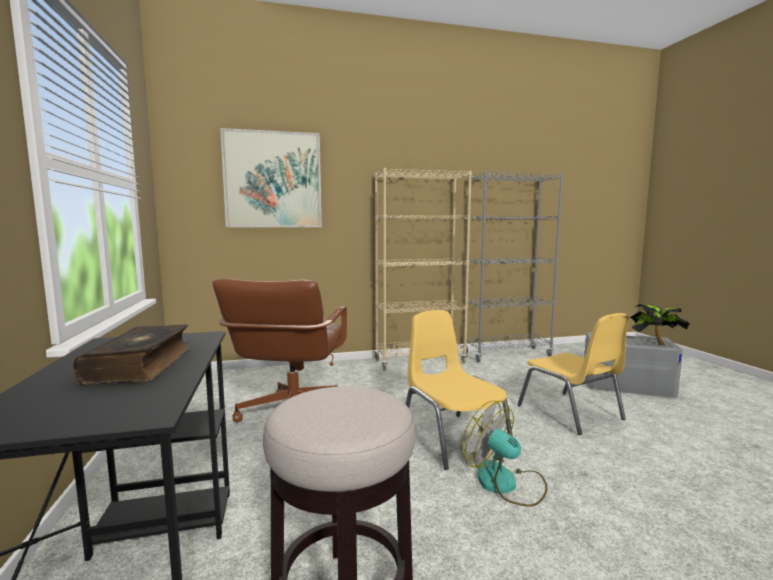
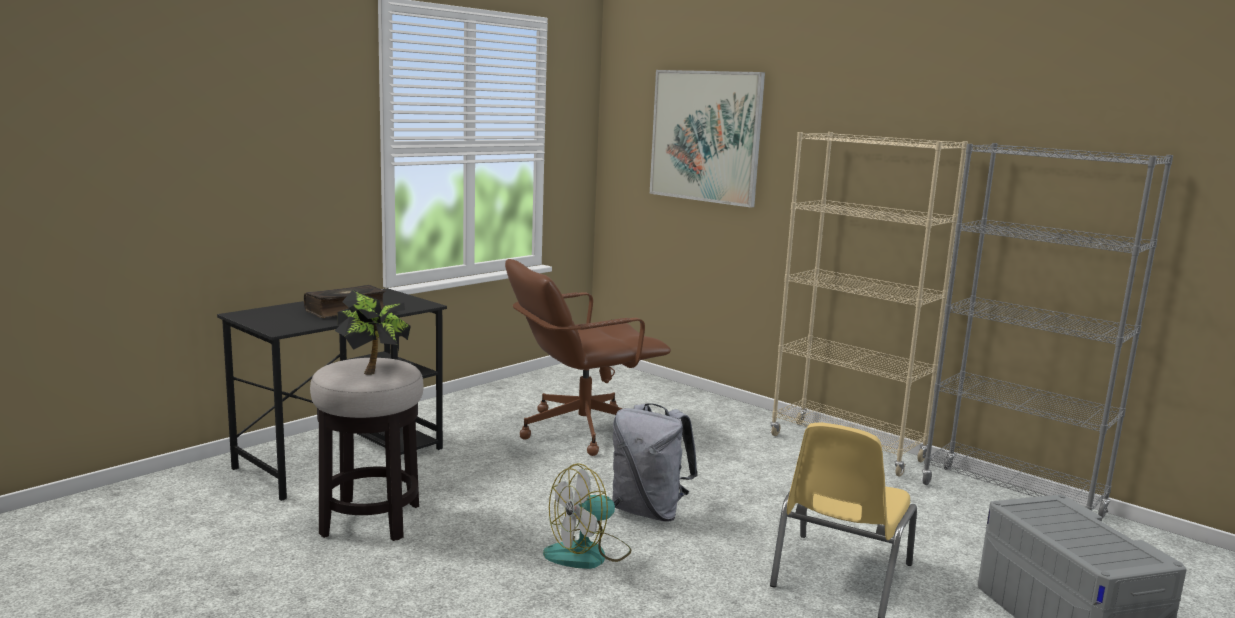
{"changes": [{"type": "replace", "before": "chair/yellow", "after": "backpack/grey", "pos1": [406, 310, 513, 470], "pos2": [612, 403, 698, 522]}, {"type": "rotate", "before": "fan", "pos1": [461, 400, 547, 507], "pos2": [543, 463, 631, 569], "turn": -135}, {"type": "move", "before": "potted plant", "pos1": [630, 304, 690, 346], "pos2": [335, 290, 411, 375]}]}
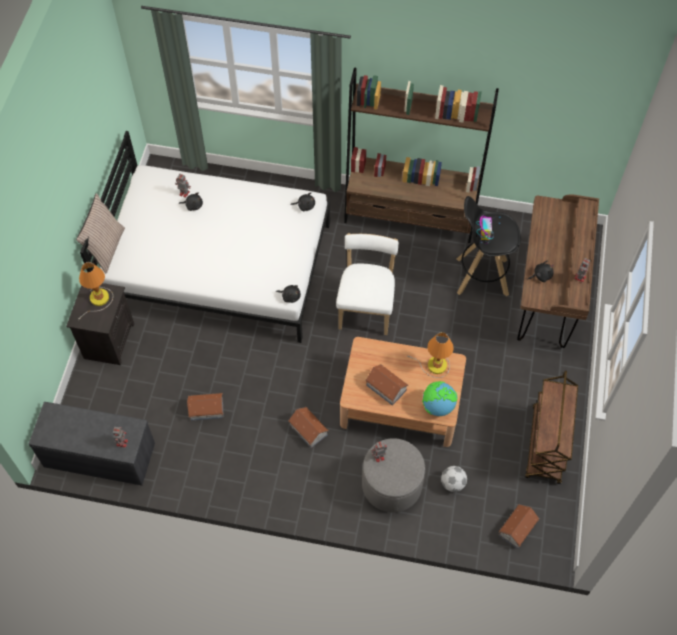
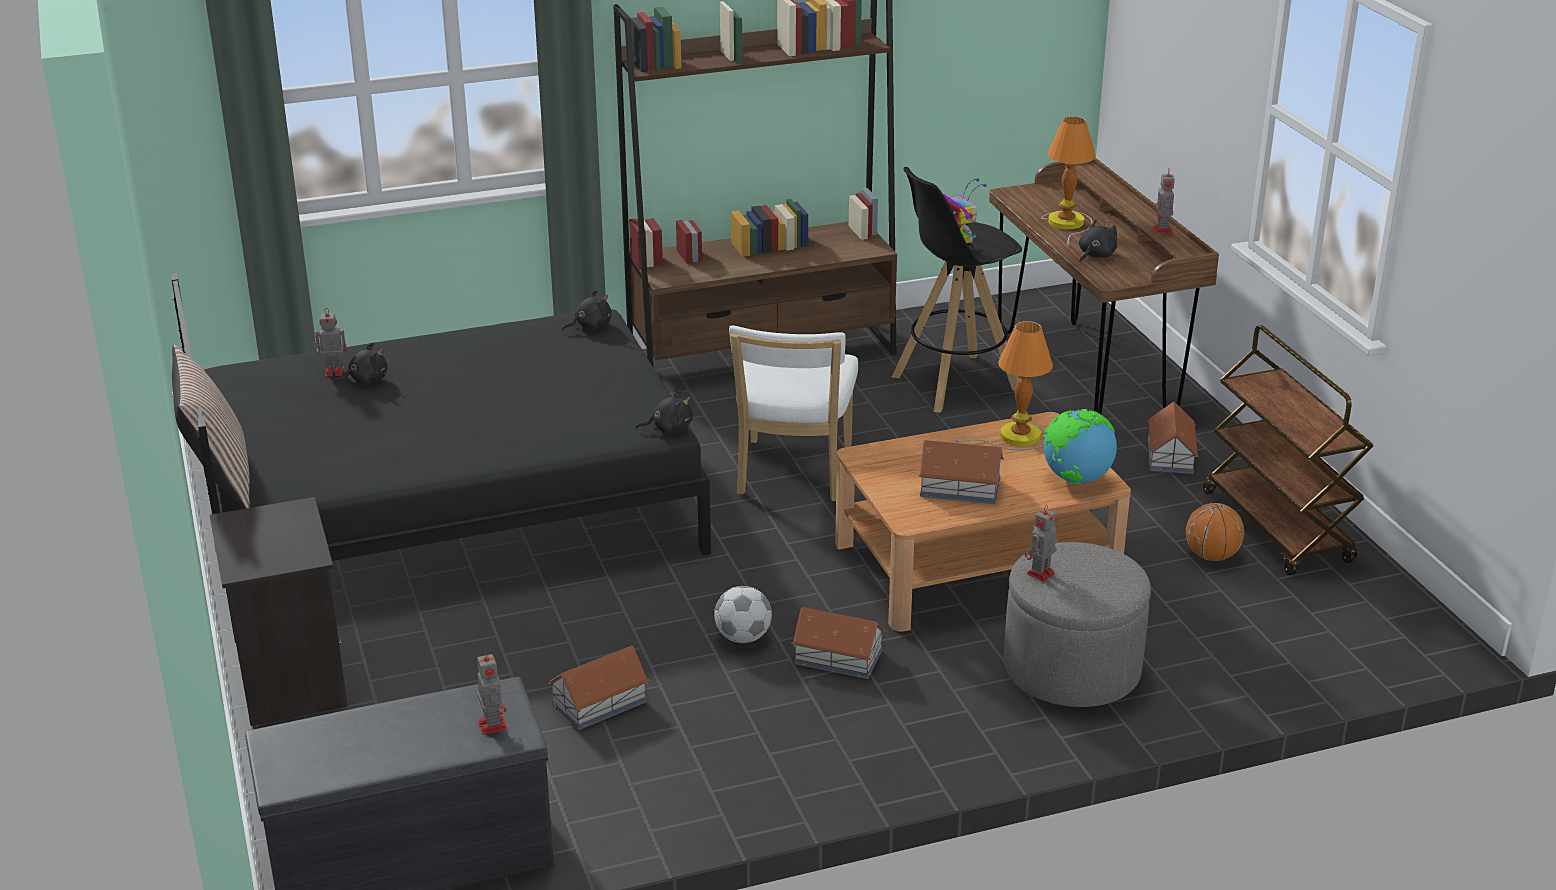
{"changes": [{"type": "move", "before": "table lamp", "pos1": [78, 262, 113, 320], "pos2": [1041, 116, 1096, 246]}, {"type": "recolor", "before": "bed/white", "after": "bed/black", "pos1": [80, 131, 330, 343], "pos2": [171, 273, 711, 643]}, {"type": "rotate", "before": "chair/white", "pos1": [336, 233, 399, 335], "pos2": [729, 325, 858, 501], "turn": -150}, {"type": "move", "before": "football", "pos1": [441, 466, 467, 492], "pos2": [714, 586, 772, 643]}, {"type": "move", "before": "toy house", "pos1": [498, 504, 539, 549], "pos2": [1147, 402, 1199, 474]}, {"type": "insert", "after": "basketball", "pos2": [1186, 503, 1244, 561]}]}
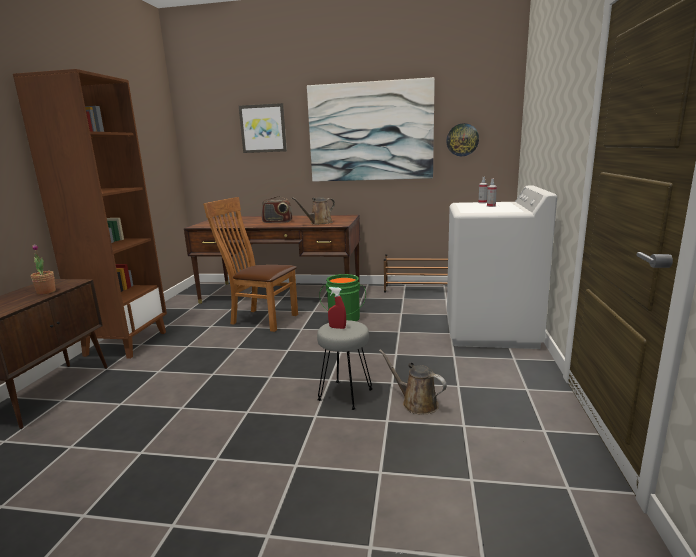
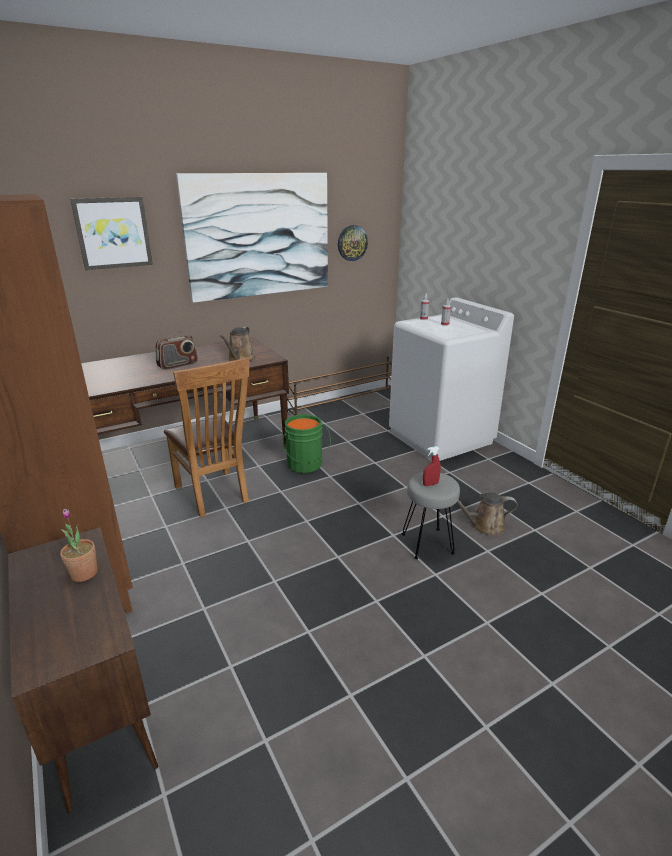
{"changes": [{"type": "rotate", "before": "chair/brown", "pos1": [203, 197, 298, 332], "pos2": [164, 357, 250, 517], "turn": -105}]}
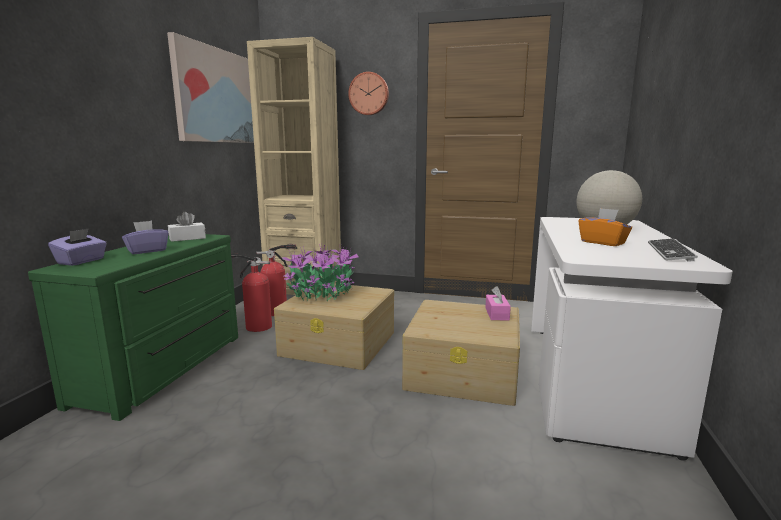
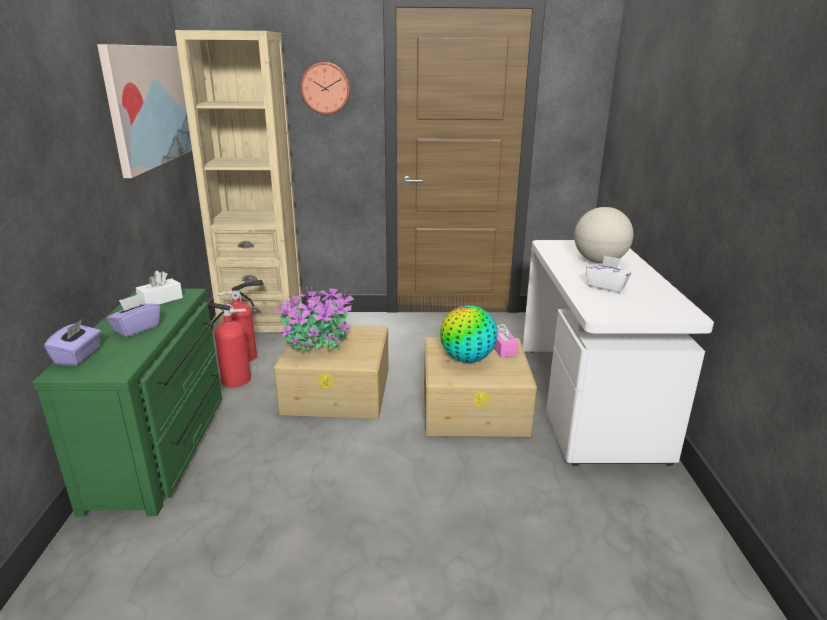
{"changes": [{"type": "recolor", "before": "tissue box/orange", "after": "tissue box/white", "pos1": [578, 208, 632, 246], "pos2": [586, 255, 631, 293]}, {"type": "delete", "before": "keyboard", "pos1": [648, 238, 698, 262]}, {"type": "insert", "after": "globe", "pos2": [440, 305, 498, 363]}]}
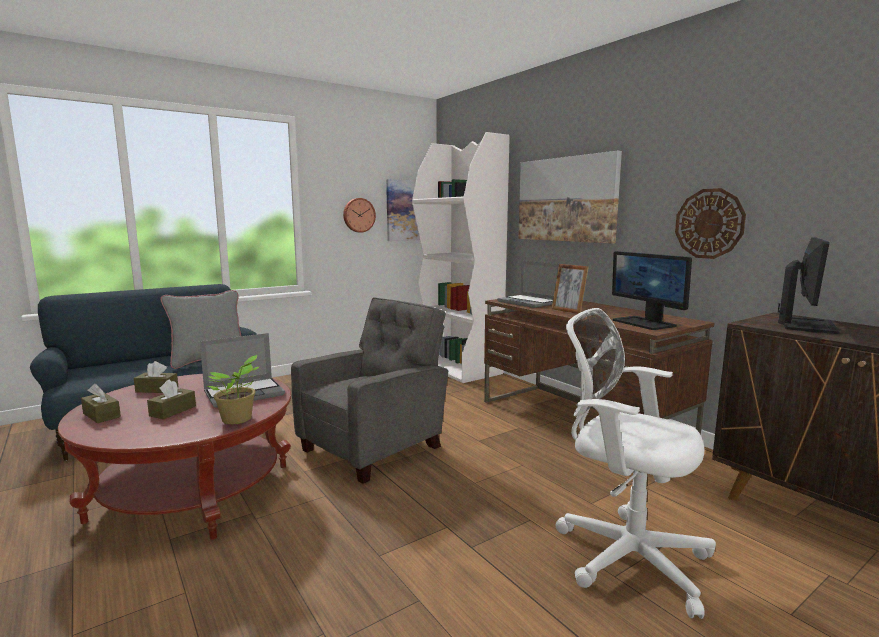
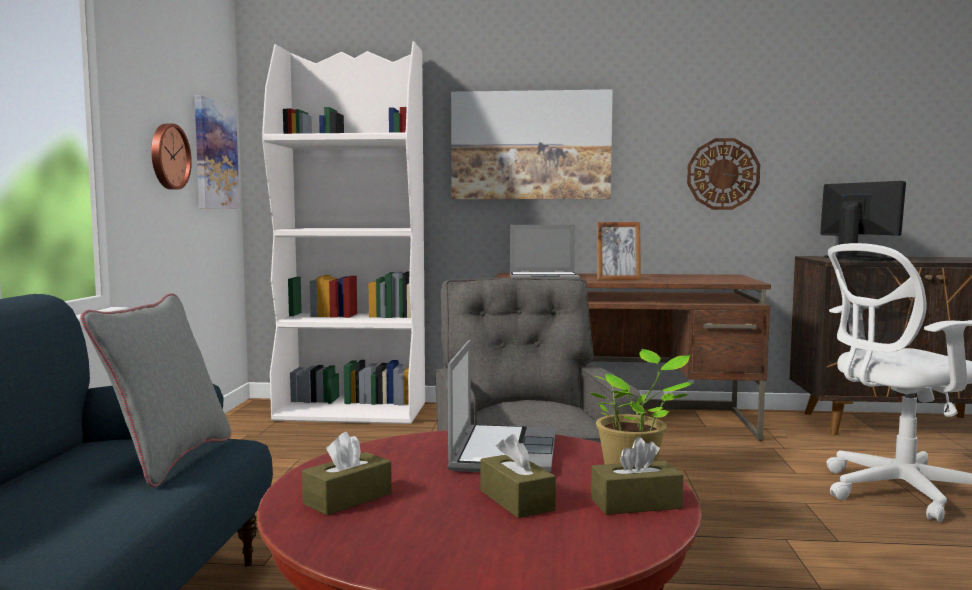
{"changes": [{"type": "move", "before": "tissue box/brown", "pos1": [81, 384, 121, 423], "pos2": [591, 437, 683, 515]}, {"type": "delete", "before": "monitor", "pos1": [612, 251, 692, 330]}]}
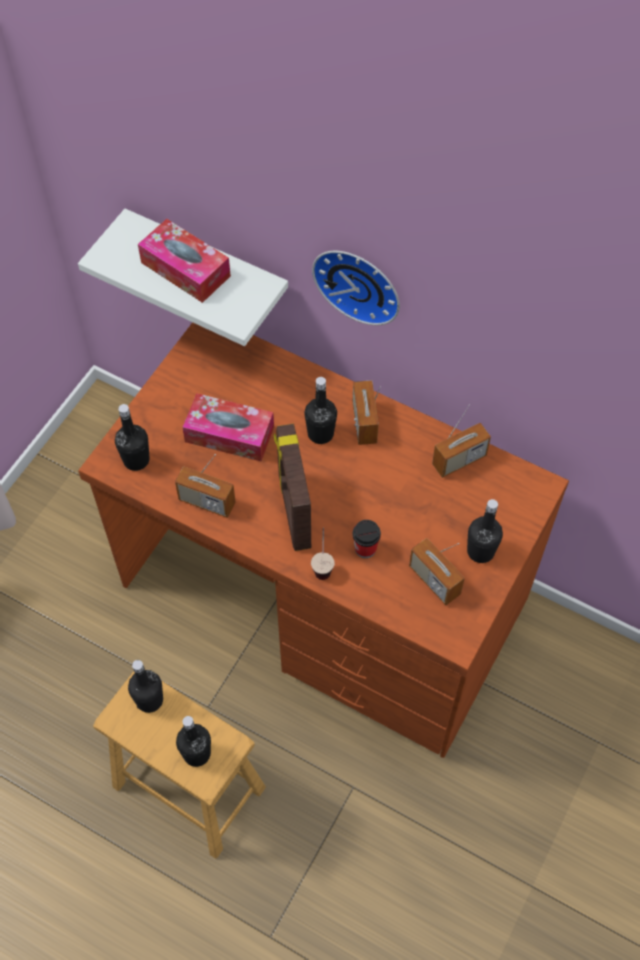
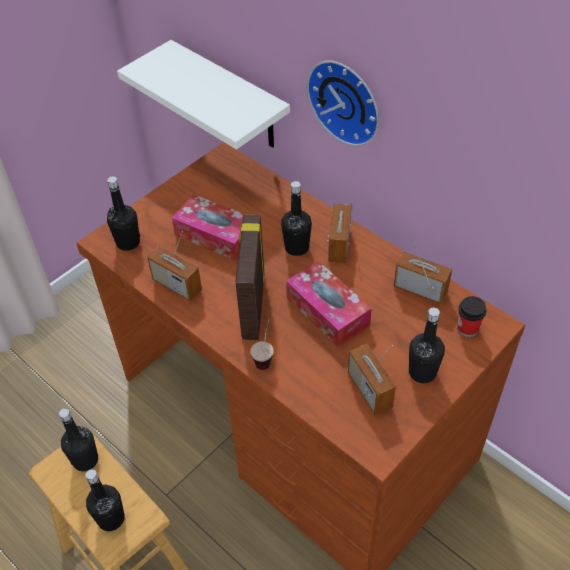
{"changes": [{"type": "move", "before": "tissue box", "pos1": [138, 219, 231, 303], "pos2": [286, 261, 372, 347]}, {"type": "move", "before": "cup", "pos1": [352, 520, 381, 558], "pos2": [457, 296, 487, 337]}, {"type": "rotate", "before": "radio", "pos1": [432, 405, 491, 478], "pos2": [393, 243, 452, 304], "turn": -135}]}
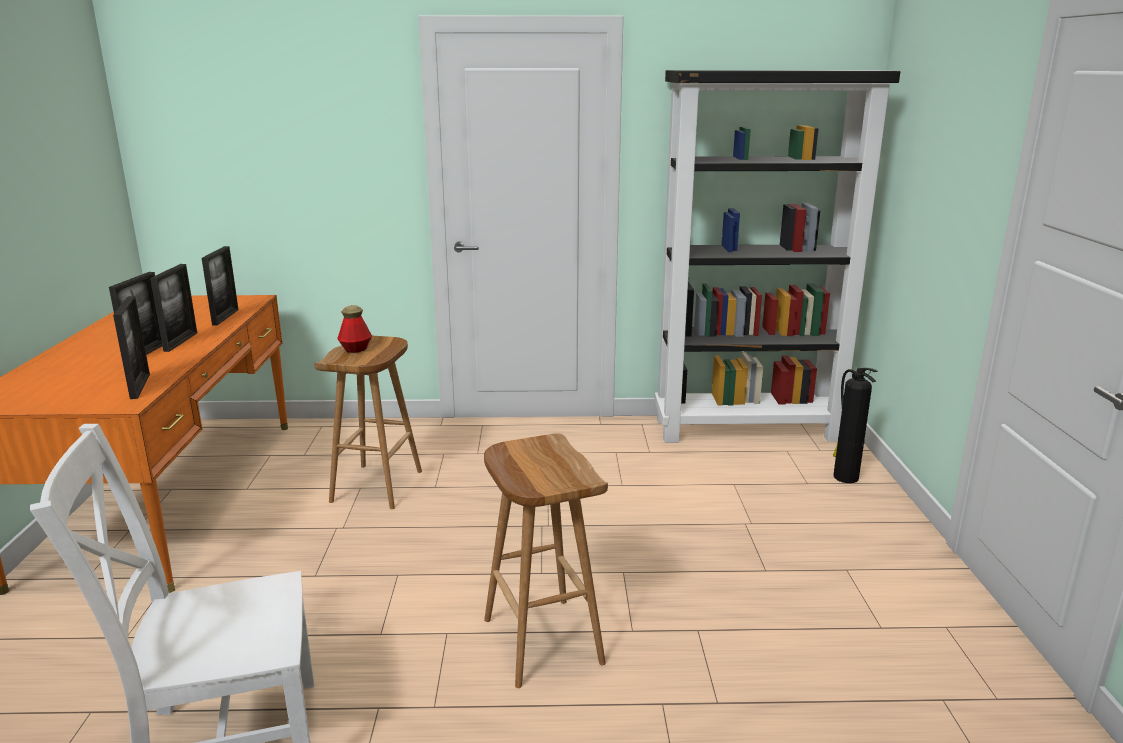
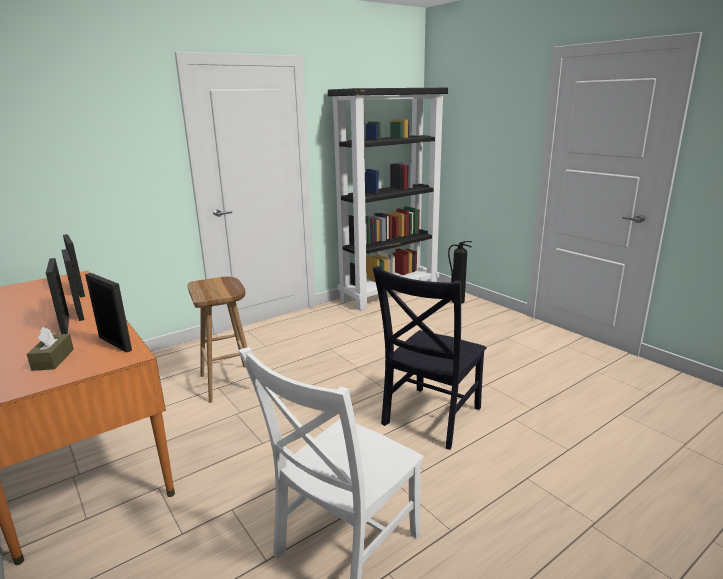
{"changes": [{"type": "delete", "before": "bottle", "pos1": [337, 305, 372, 353]}, {"type": "replace", "before": "stool/brown", "after": "chair/black", "pos1": [484, 433, 608, 688], "pos2": [373, 266, 487, 450]}, {"type": "insert", "after": "tissue box/brown", "pos2": [27, 327, 74, 371]}]}
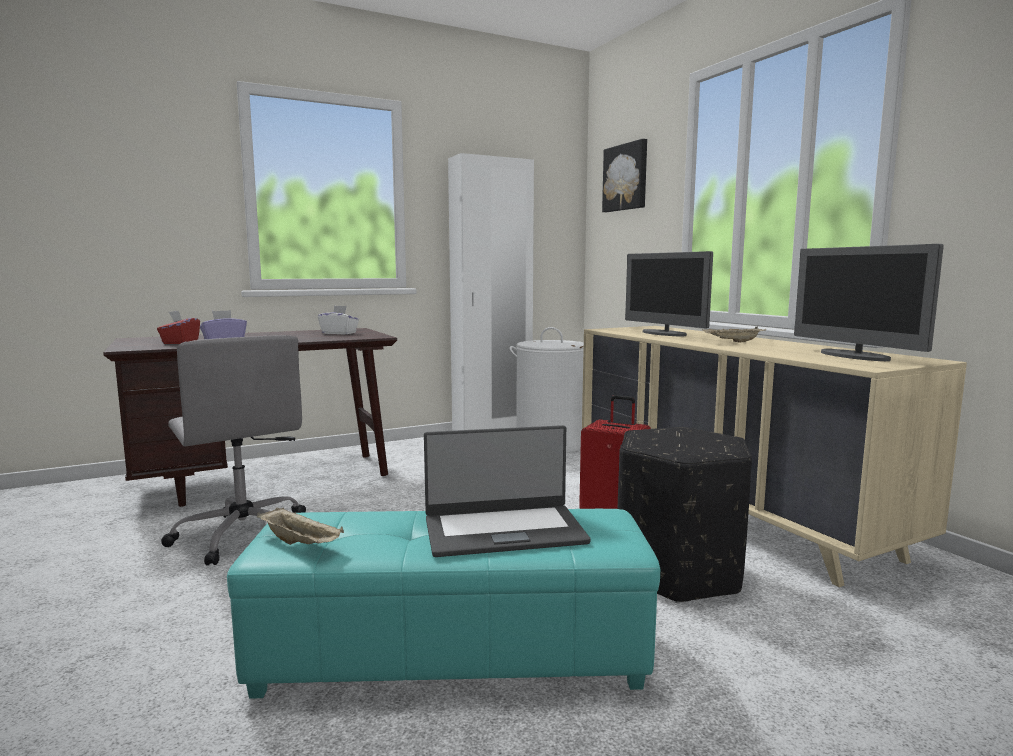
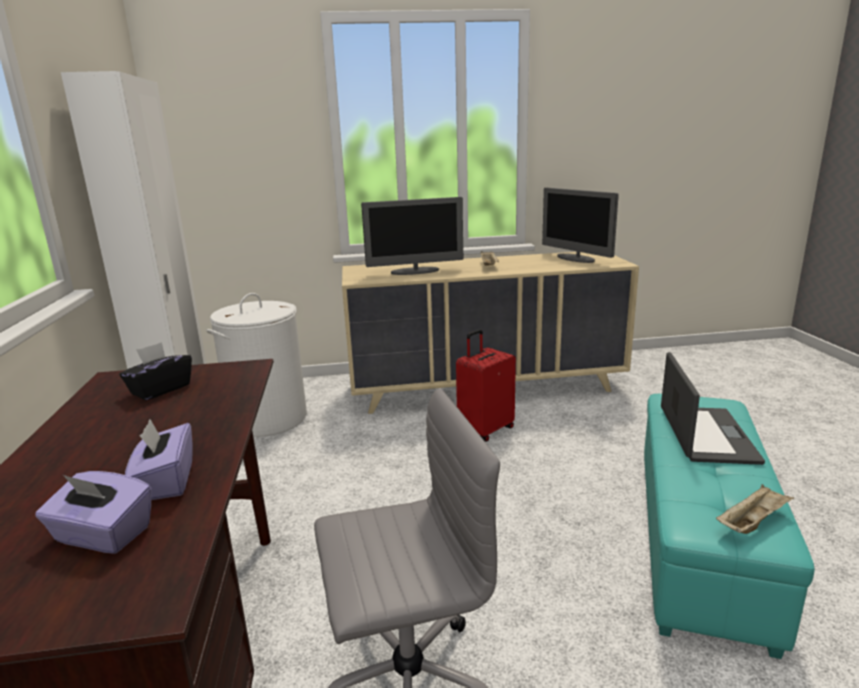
{"changes": [{"type": "recolor", "before": "tissue box/red", "after": "tissue box/purple", "pos1": [157, 311, 200, 344], "pos2": [35, 471, 152, 554]}, {"type": "recolor", "before": "tissue box/white", "after": "tissue box/black", "pos1": [318, 305, 359, 334], "pos2": [119, 342, 192, 400]}, {"type": "delete", "before": "picture", "pos1": [602, 139, 647, 212]}, {"type": "delete", "before": "ottoman/black", "pos1": [617, 427, 752, 603]}, {"type": "rotate", "before": "monitor", "pos1": [794, 244, 944, 361], "pos2": [542, 188, 619, 263], "turn": 60}]}
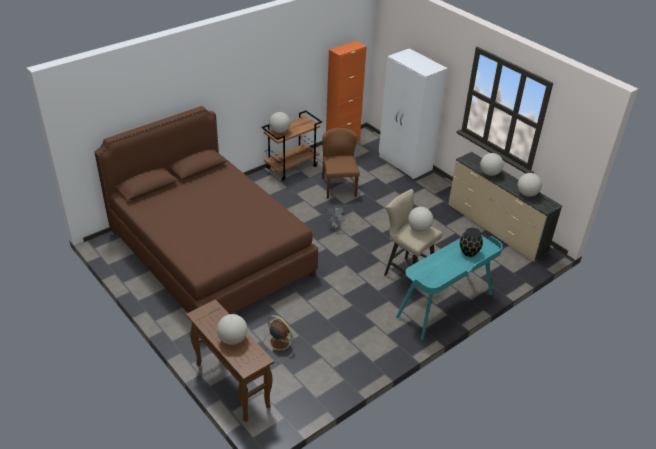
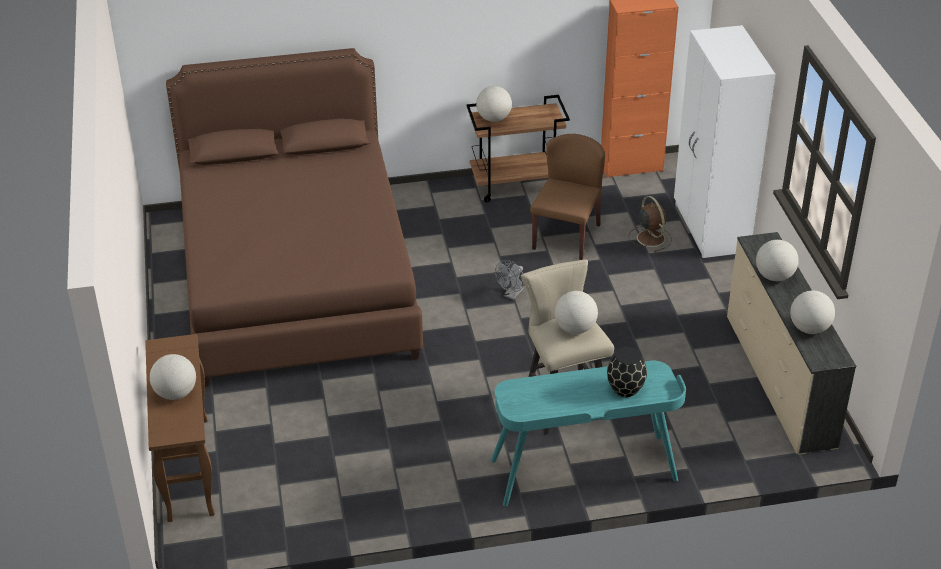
{"changes": [{"type": "move", "before": "fan/brown", "pos1": [263, 315, 295, 353], "pos2": [628, 196, 672, 252]}]}
